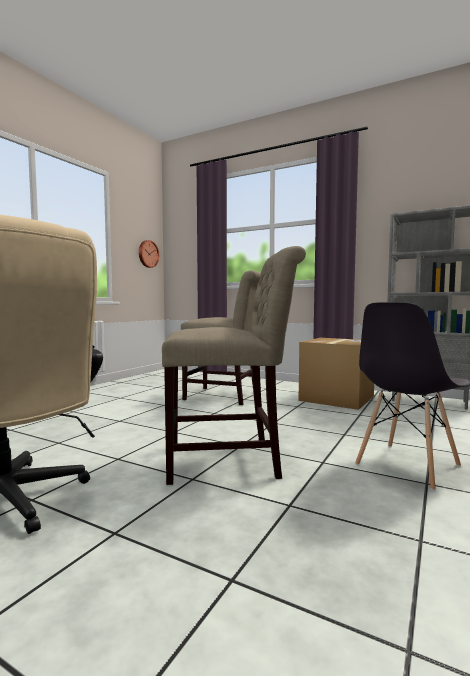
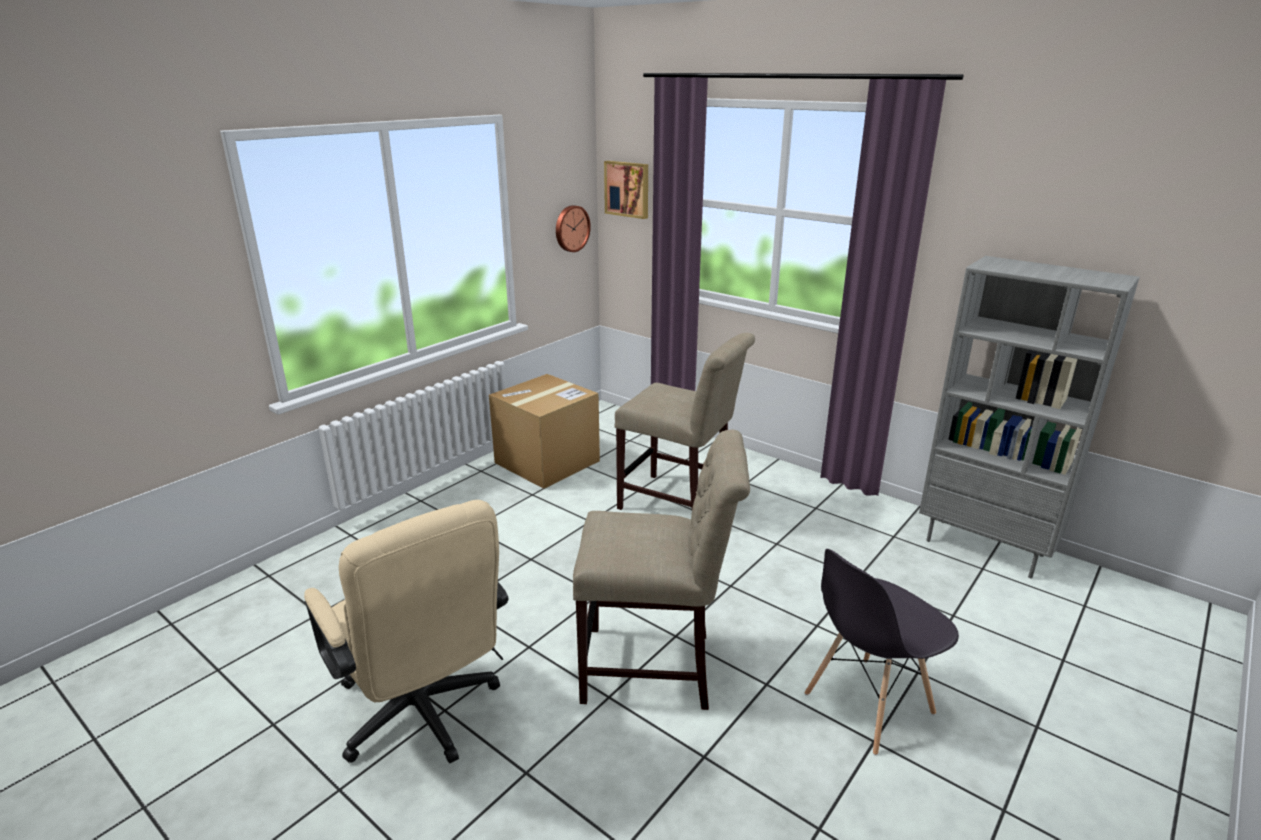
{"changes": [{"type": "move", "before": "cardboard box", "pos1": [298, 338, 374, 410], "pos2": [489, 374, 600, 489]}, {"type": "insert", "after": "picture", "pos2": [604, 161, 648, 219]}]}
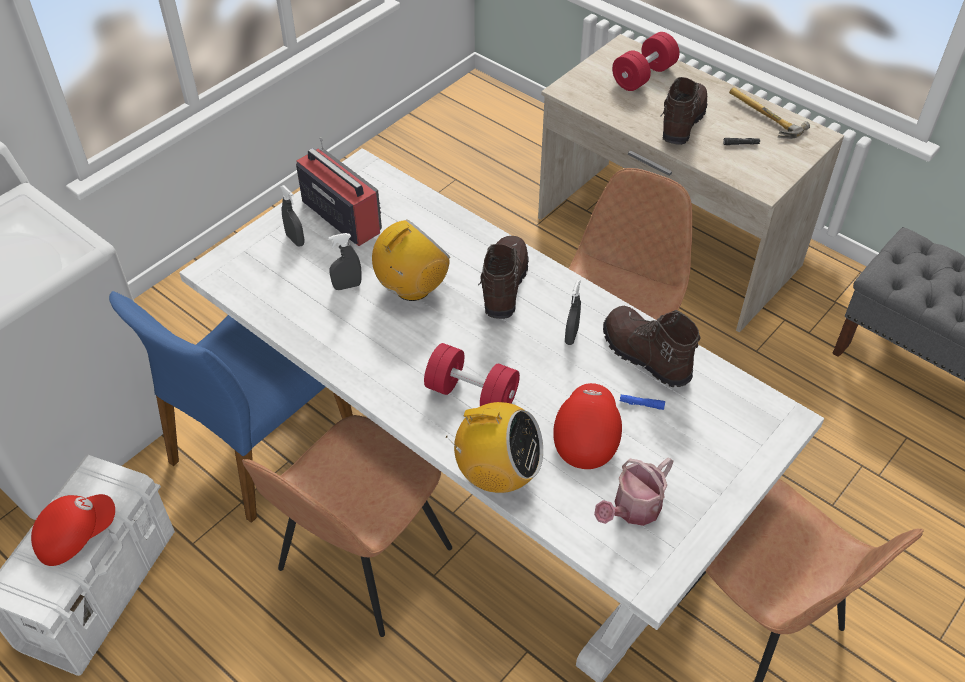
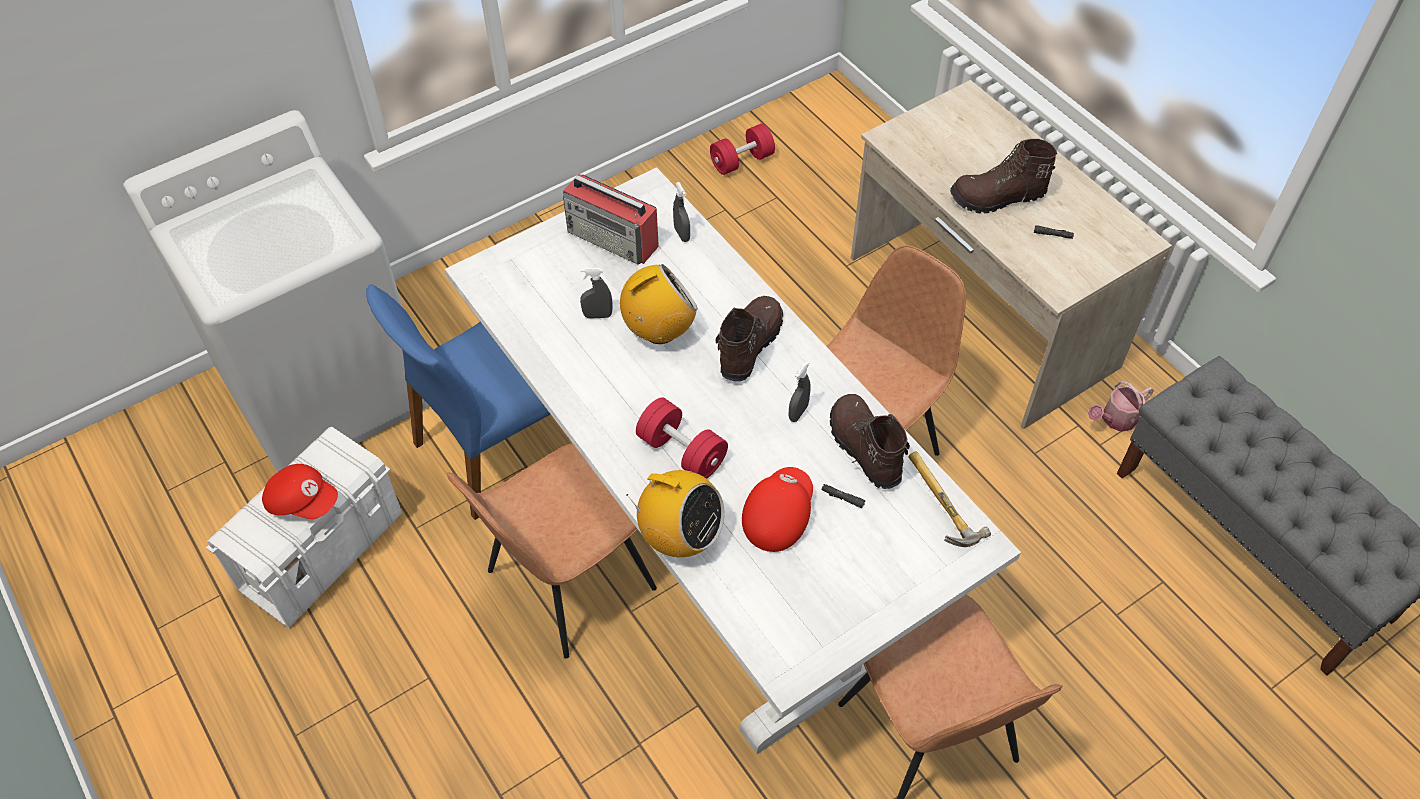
{"changes": [{"type": "rotate", "before": "cap/red", "pos1": [31, 494, 115, 566], "pos2": [262, 464, 338, 519], "turn": 45}, {"type": "move", "before": "spray bottle/grey", "pos1": [280, 185, 304, 246], "pos2": [673, 182, 690, 242]}, {"type": "rotate", "before": "radio", "pos1": [296, 137, 382, 246], "pos2": [563, 174, 659, 264], "turn": 150}, {"type": "move", "before": "watering can", "pos1": [594, 458, 673, 526], "pos2": [1088, 381, 1154, 432]}, {"type": "move", "before": "dumbbell/red", "pos1": [612, 32, 679, 91], "pos2": [710, 124, 775, 175]}, {"type": "recolor", "before": "flashlight/blue", "after": "flashlight/black", "pos1": [620, 395, 665, 410], "pos2": [822, 484, 865, 508]}, {"type": "rotate", "before": "boot/brown", "pos1": [660, 77, 707, 145], "pos2": [950, 139, 1057, 214], "turn": -135}, {"type": "move", "before": "hammer", "pos1": [729, 88, 810, 139], "pos2": [908, 452, 991, 547]}]}
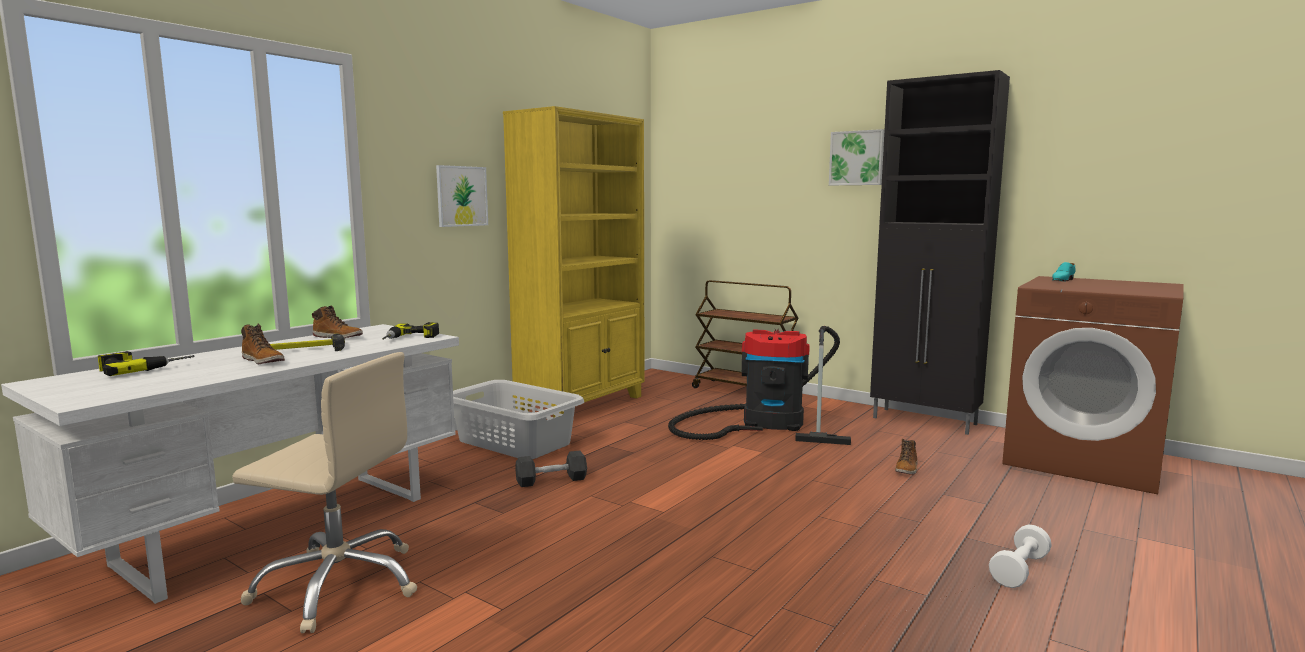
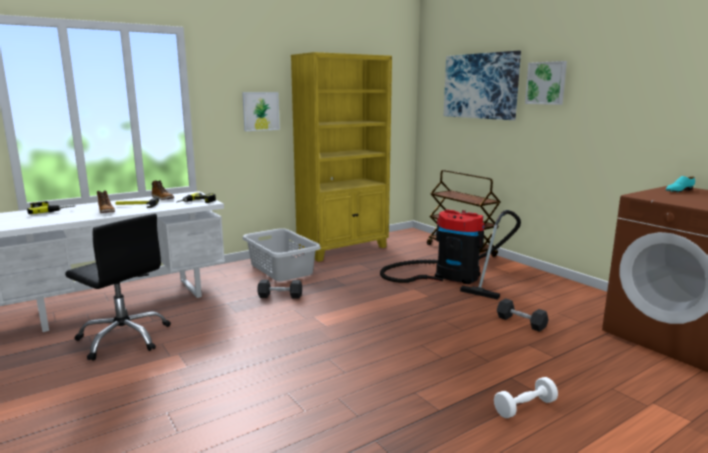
{"changes": [{"type": "recolor", "before": "office chair/beige", "after": "office chair/black", "pos1": [232, 352, 417, 633], "pos2": [65, 214, 171, 361]}, {"type": "delete", "before": "cabinet/black", "pos1": [870, 70, 1010, 435]}, {"type": "replace", "before": "boot", "after": "dumbbell/black", "pos1": [895, 439, 918, 475], "pos2": [497, 298, 549, 332]}, {"type": "insert", "after": "picture", "pos2": [444, 51, 521, 120]}]}
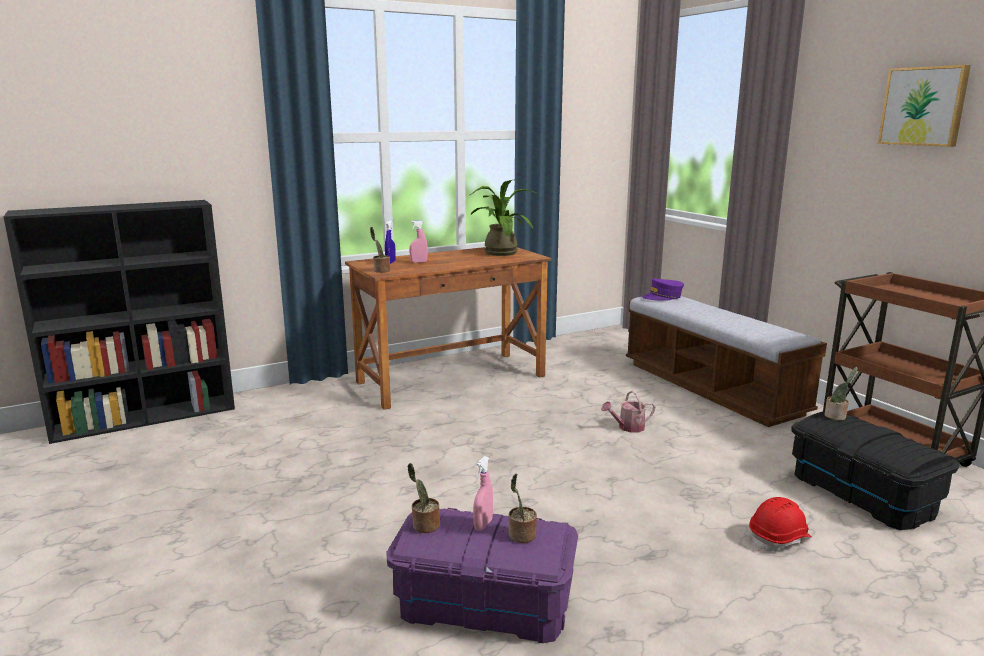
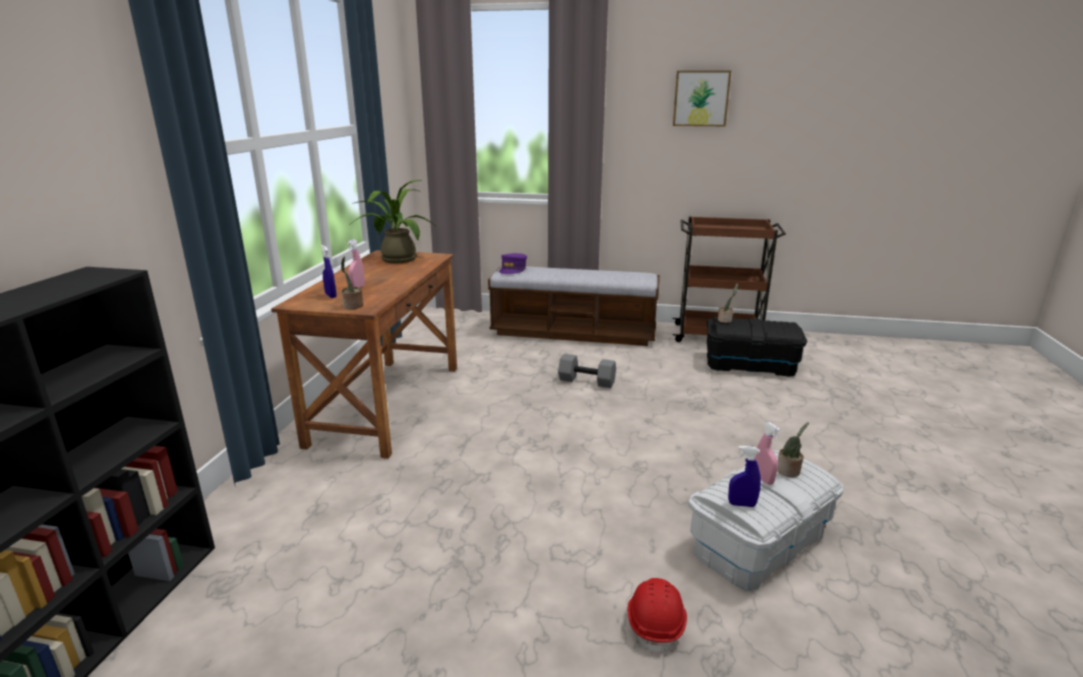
{"changes": [{"type": "recolor", "before": "storage box/purple", "after": "storage box/white", "pos1": [387, 508, 578, 643], "pos2": [688, 450, 843, 590]}, {"type": "replace", "before": "potted plant", "after": "spray bottle/blue", "pos1": [408, 463, 440, 533], "pos2": [728, 446, 761, 507]}, {"type": "replace", "before": "watering can", "after": "dumbbell/grey", "pos1": [601, 390, 655, 433], "pos2": [558, 354, 616, 388]}, {"type": "move", "before": "hard hat/red", "pos1": [749, 497, 812, 551], "pos2": [628, 578, 687, 657]}]}
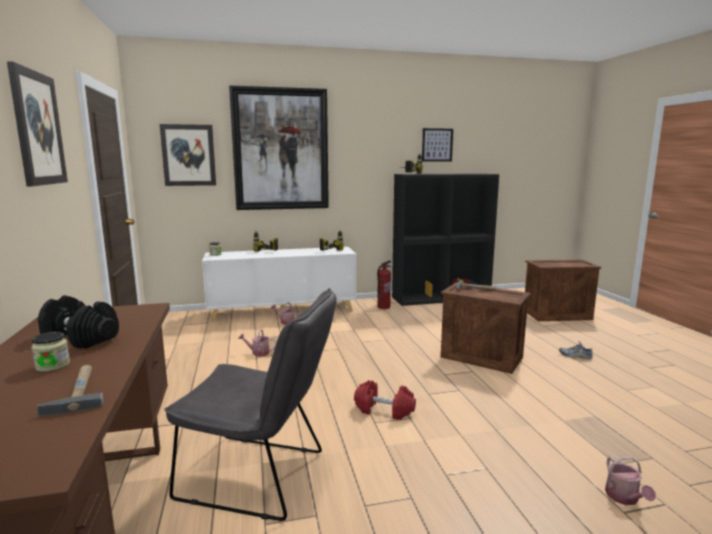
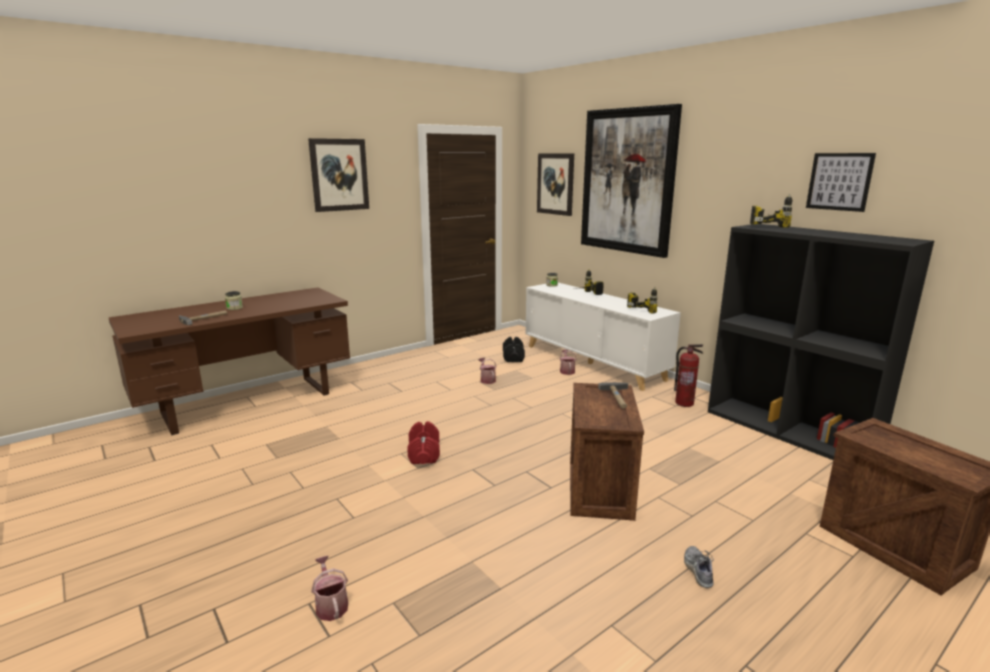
{"changes": [{"type": "move", "before": "dumbbell/black", "pos1": [38, 295, 119, 349], "pos2": [503, 337, 525, 362]}, {"type": "delete", "before": "chair/grey", "pos1": [164, 288, 337, 521]}, {"type": "rotate", "before": "watering can", "pos1": [605, 457, 656, 505], "pos2": [311, 556, 348, 621], "turn": 90}]}
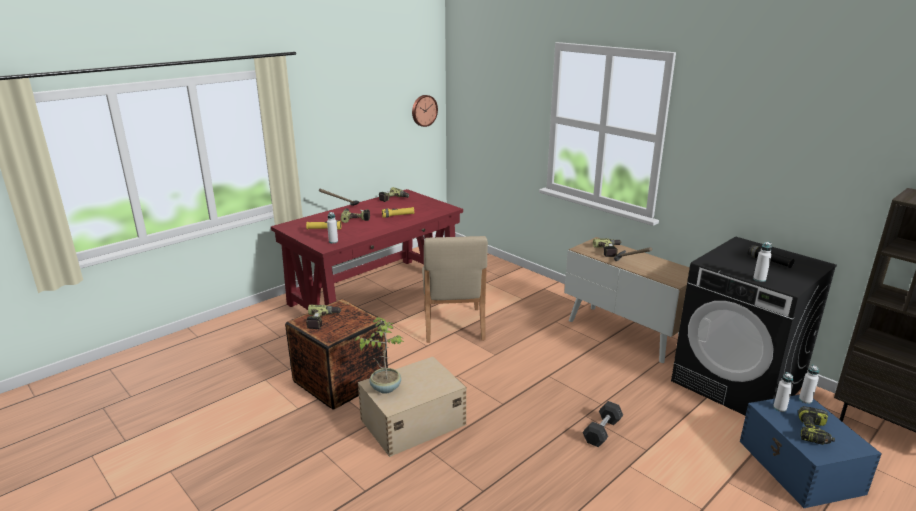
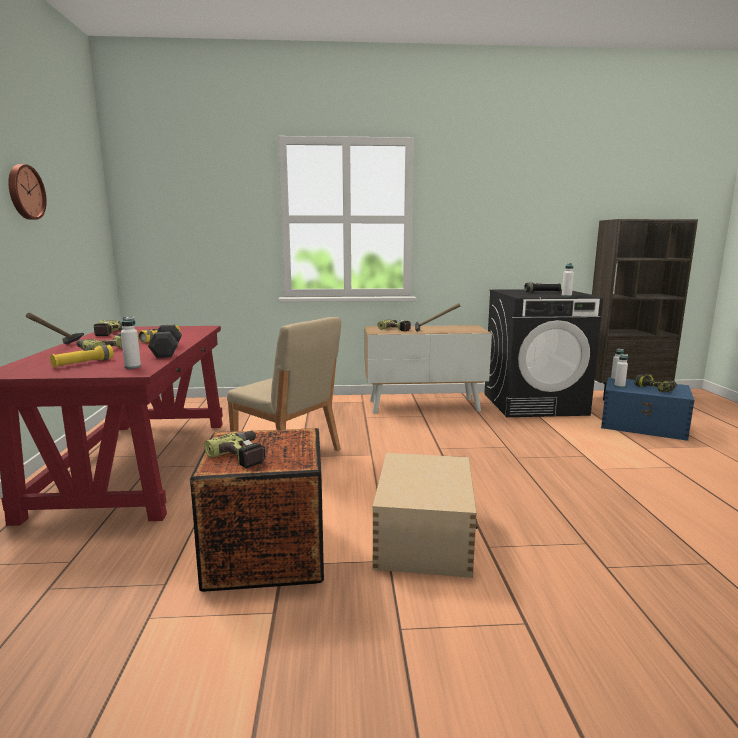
{"changes": [{"type": "delete", "before": "potted plant", "pos1": [355, 317, 404, 394]}, {"type": "move", "before": "wall clock", "pos1": [412, 95, 438, 127], "pos2": [8, 164, 47, 220]}, {"type": "move", "before": "dumbbell/grey", "pos1": [583, 401, 623, 447], "pos2": [148, 325, 182, 358]}]}
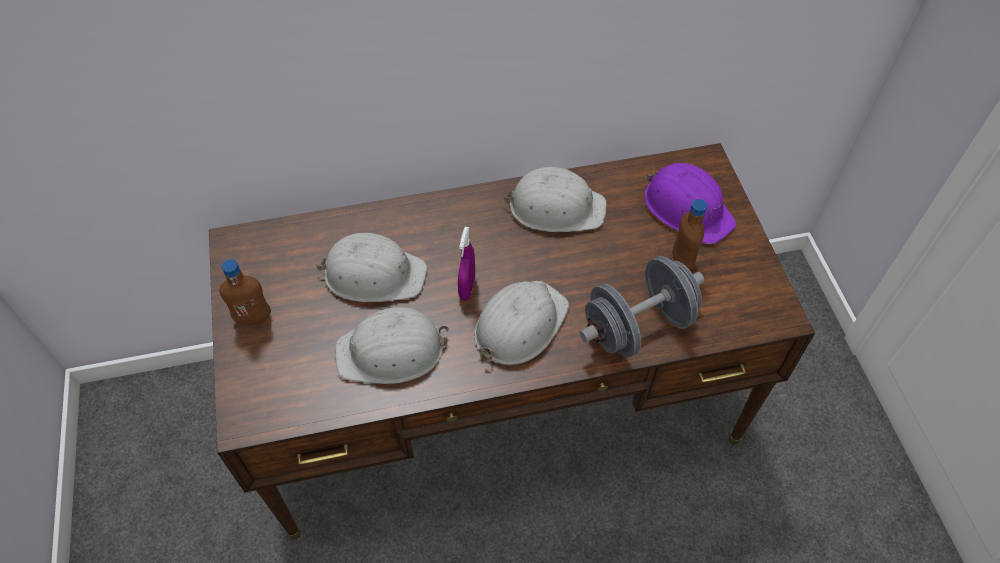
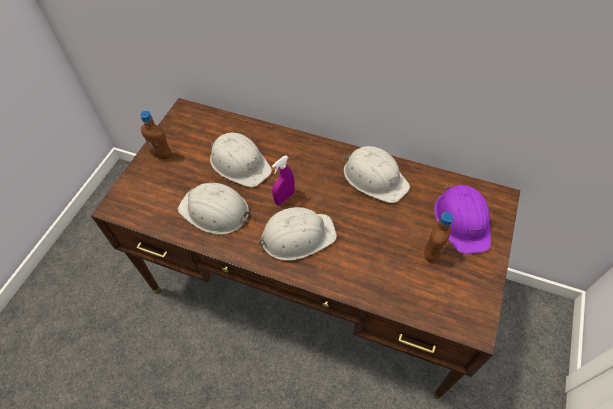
{"changes": [{"type": "delete", "before": "dumbbell/grey", "pos1": [580, 256, 705, 358]}]}
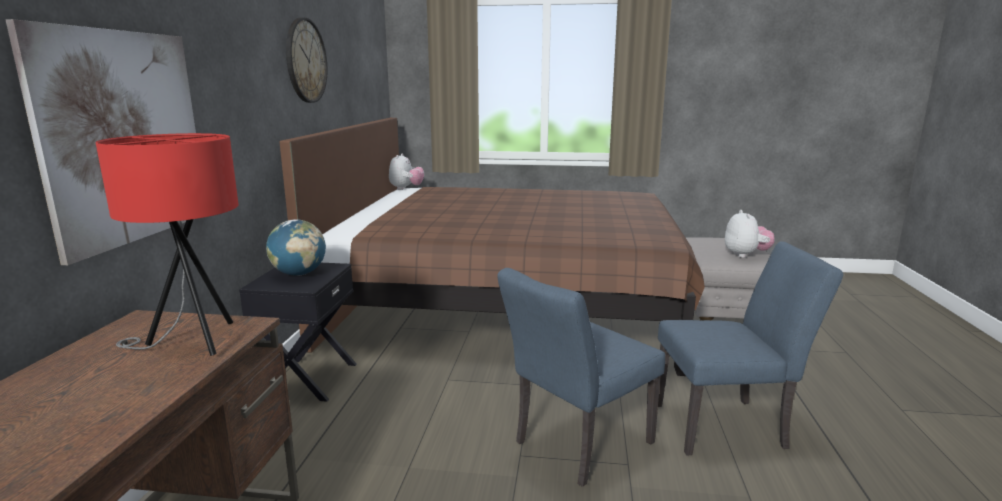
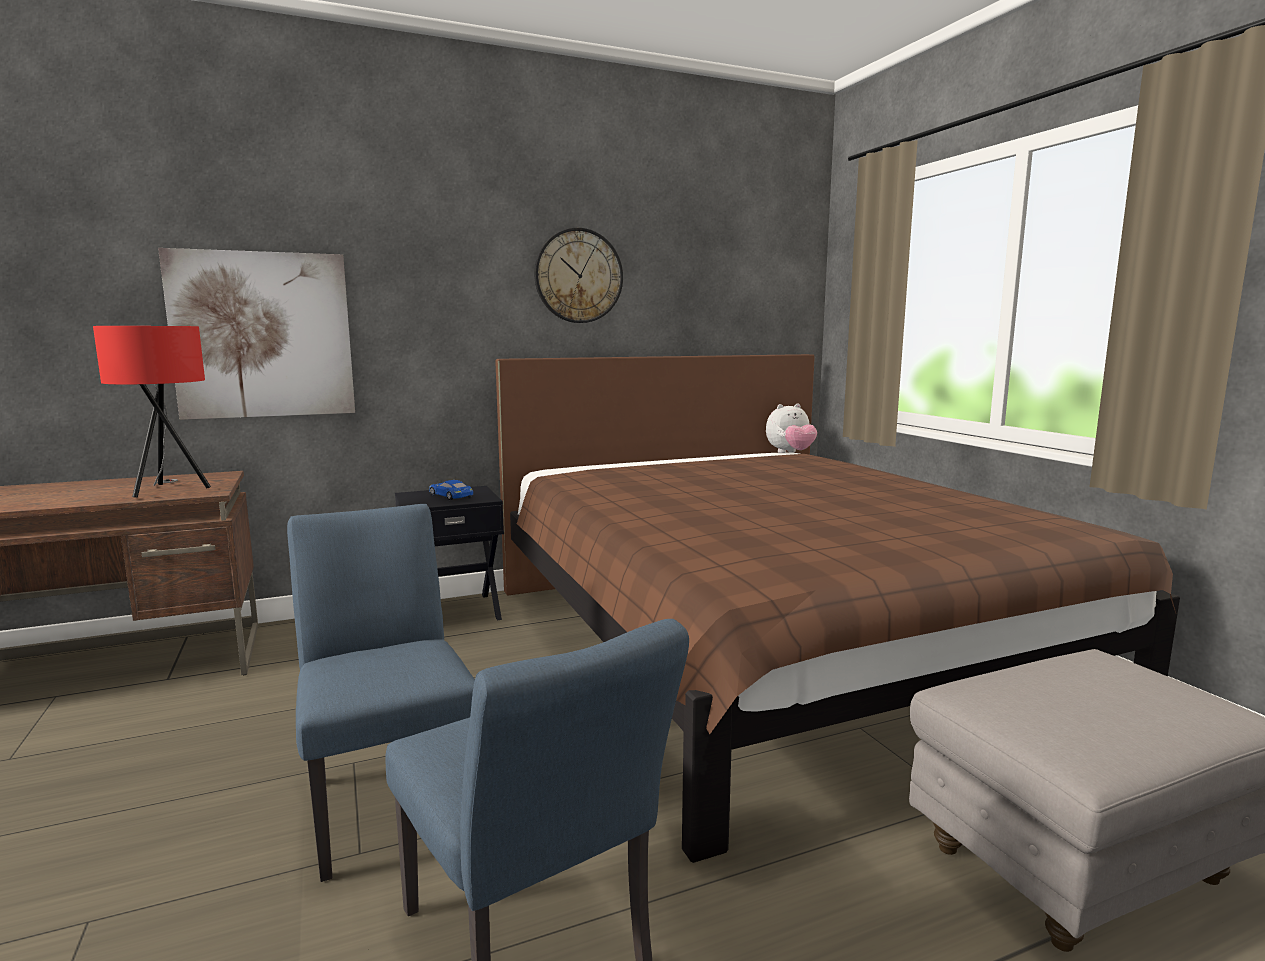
{"changes": [{"type": "replace", "before": "globe", "after": "toy car/blue", "pos1": [266, 219, 326, 276], "pos2": [429, 480, 473, 500]}, {"type": "rotate", "before": "chair/blue", "pos1": [497, 268, 665, 487], "pos2": [287, 504, 475, 882], "turn": 45}, {"type": "delete", "before": "plush toy", "pos1": [725, 210, 774, 258]}]}
